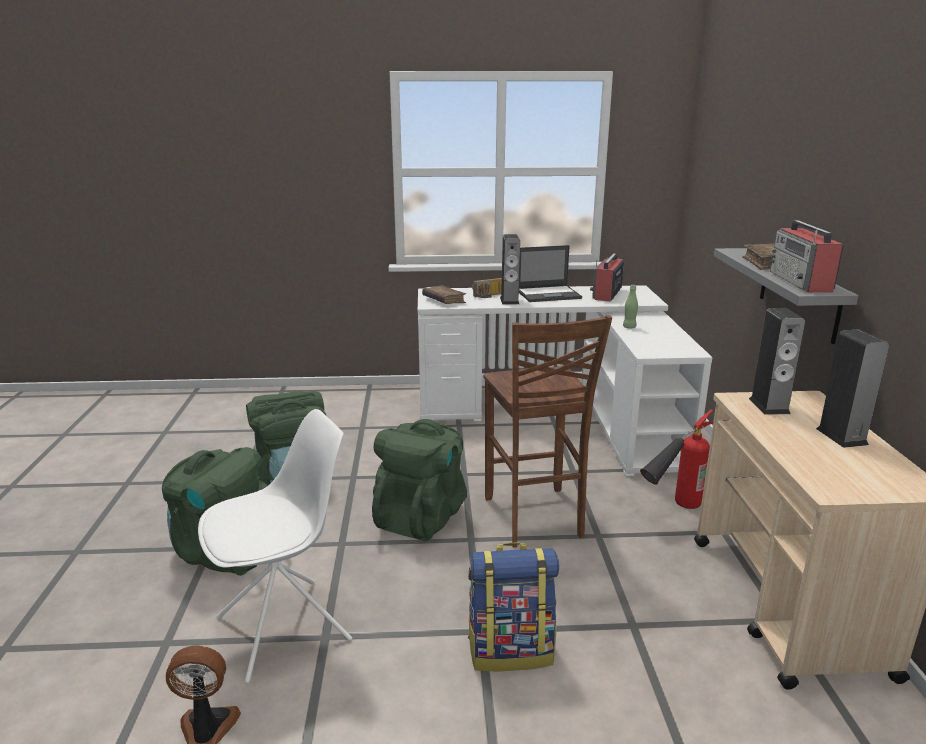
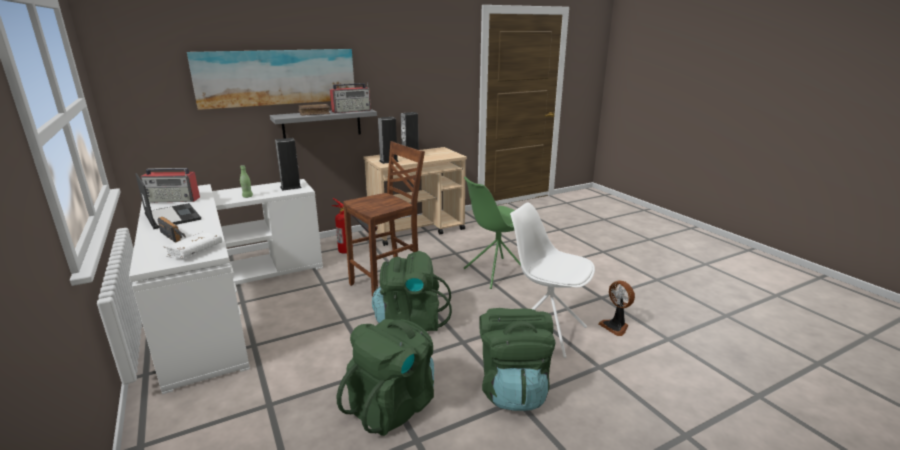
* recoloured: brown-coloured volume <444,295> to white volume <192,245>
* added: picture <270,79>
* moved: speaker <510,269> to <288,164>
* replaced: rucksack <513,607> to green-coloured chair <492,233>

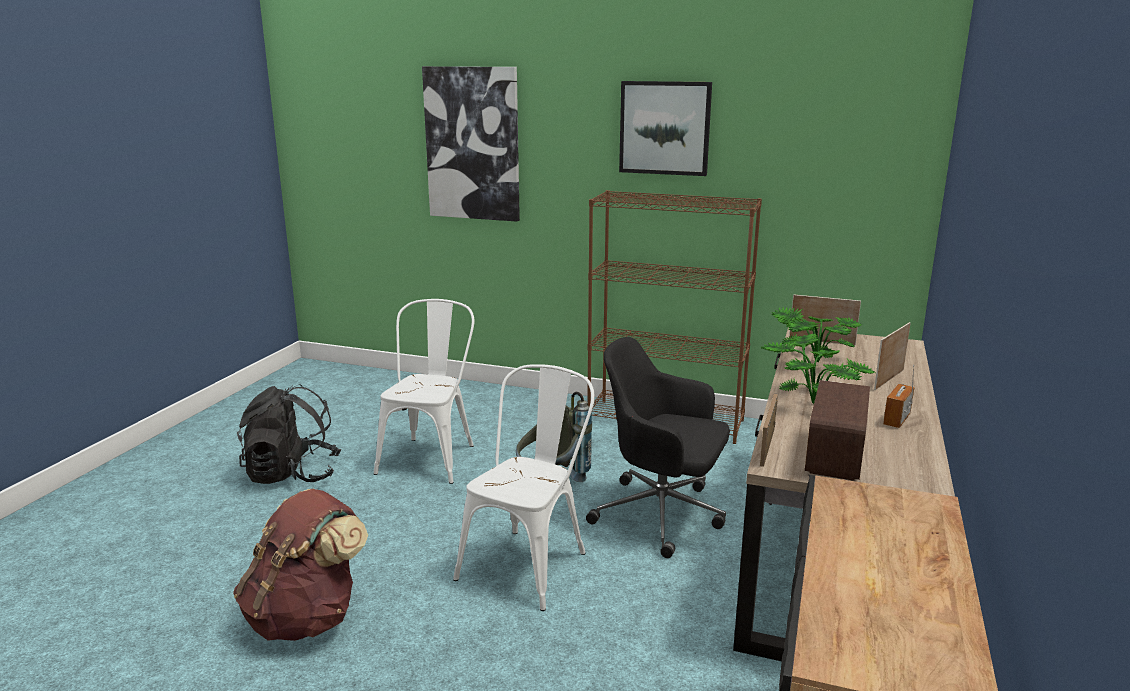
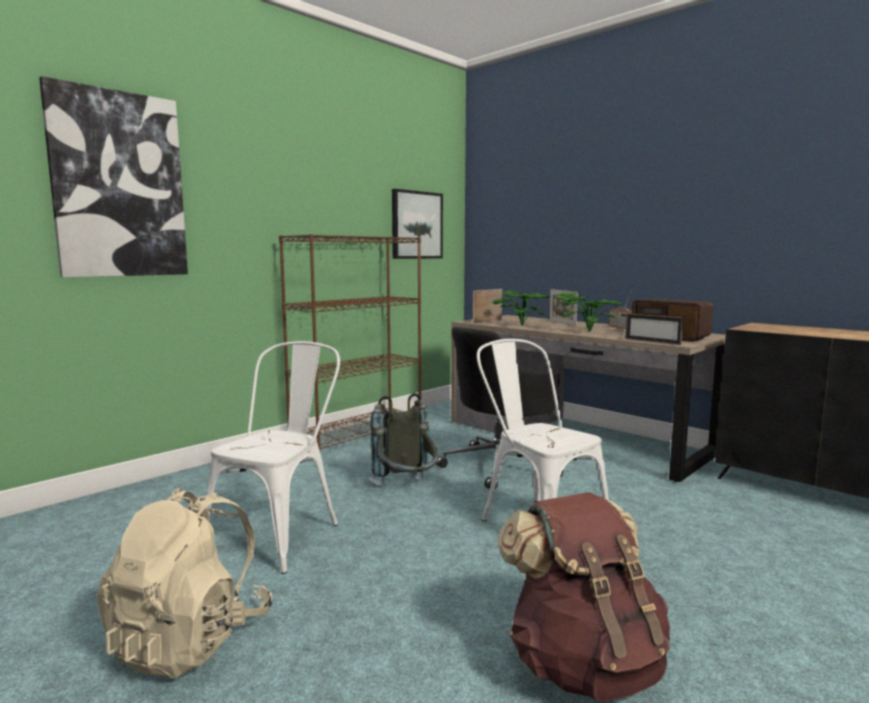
* recoloured: blackish rucksack <289,434> to beige rucksack <184,582>
* turned: white chair <424,391> = <273,457> 75 degrees clockwise
* moved: picture <665,128> to <417,224>

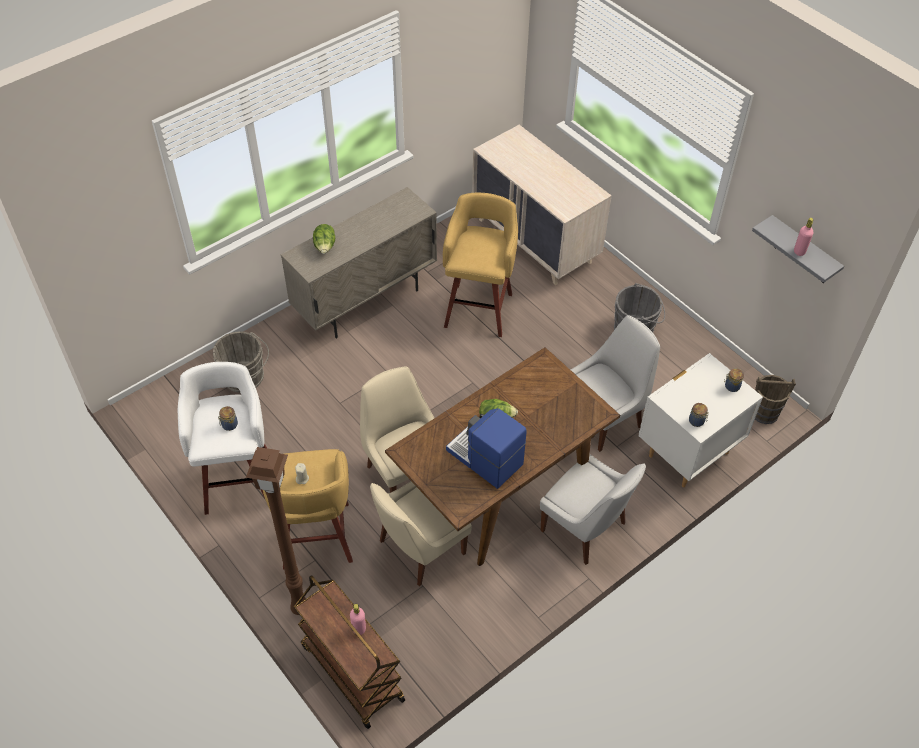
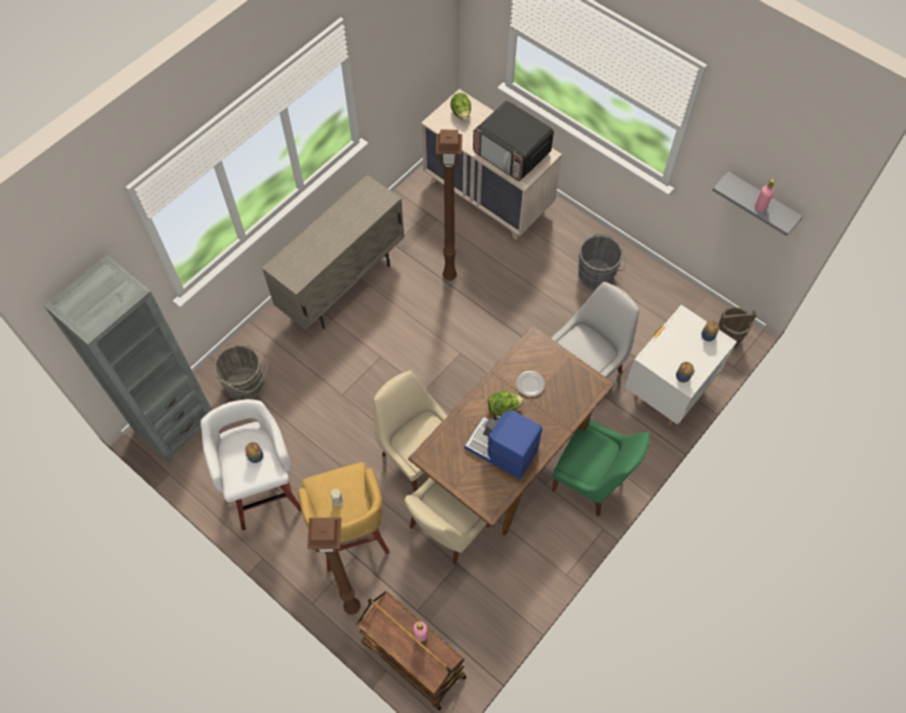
* added: grey shelving unit <128,359>
* replaced: yellowish stool seat <480,265> to brown-coloured standard lamp <449,205>
* moved: lettuce head <324,239> to <460,106>
* added: microwave oven <513,141>
* added: flat dish <530,384>
* recoloured: white chair <593,509> to green-coloured chair <601,468>

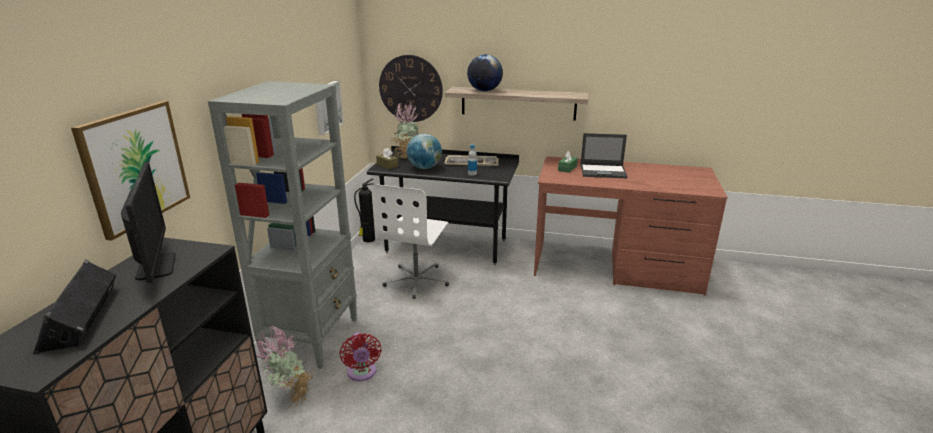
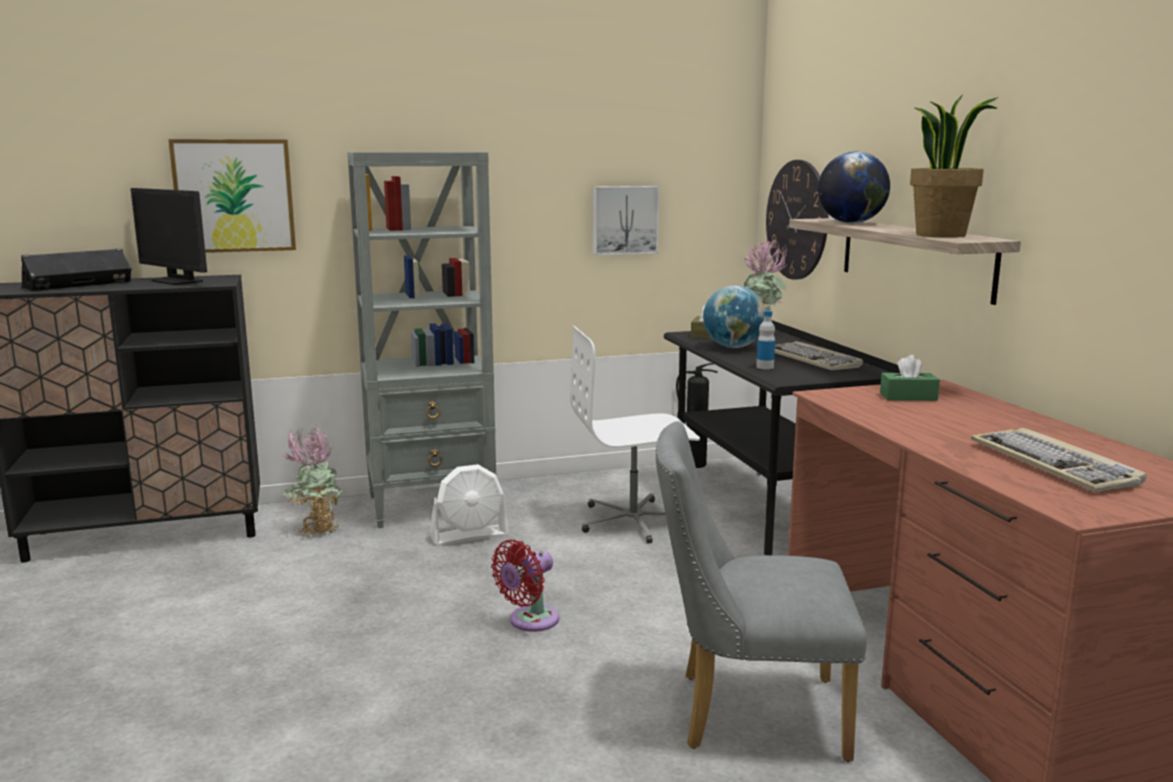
* turned: computer display <148,222> = <169,236> 90 degrees clockwise
* added: white electric fan <469,505>
* moved: red-coloured electric fan <360,356> to <525,585>
* added: grey chair <761,591>
* added: potted plant <954,166>
* added: keyboard <1058,460>
* removed: notebook computer <604,155>

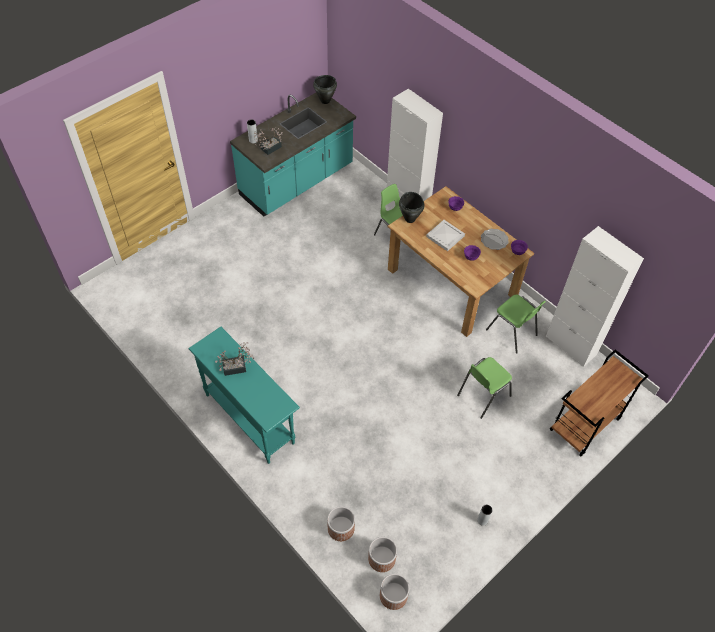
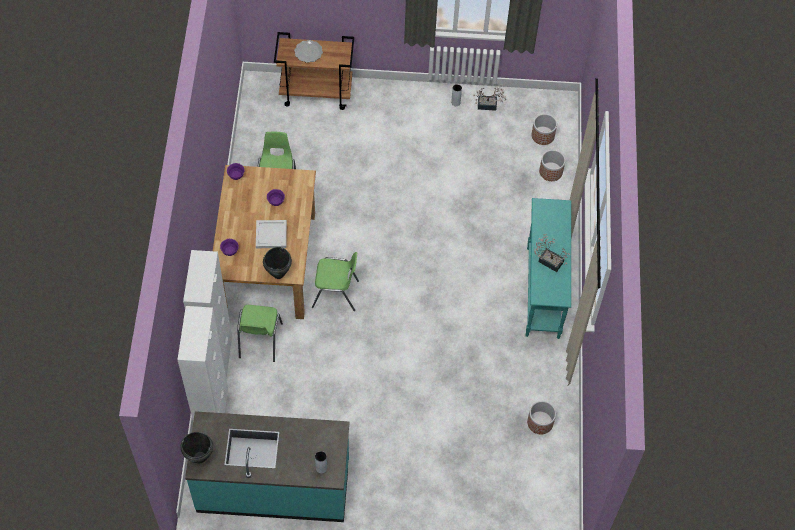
* moved: white cabinet <595,296> to <202,363>
* moved: flat dish <495,239> to <308,51>
* moved: green-coloured chair <484,388> to <335,281>
* moved: potted plant <268,141> to <489,97>
* moved: planter <394,592> to <541,418>

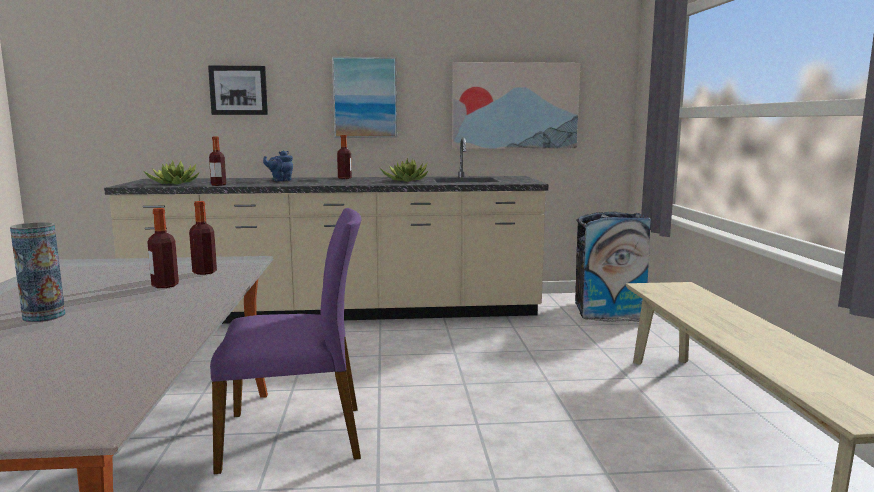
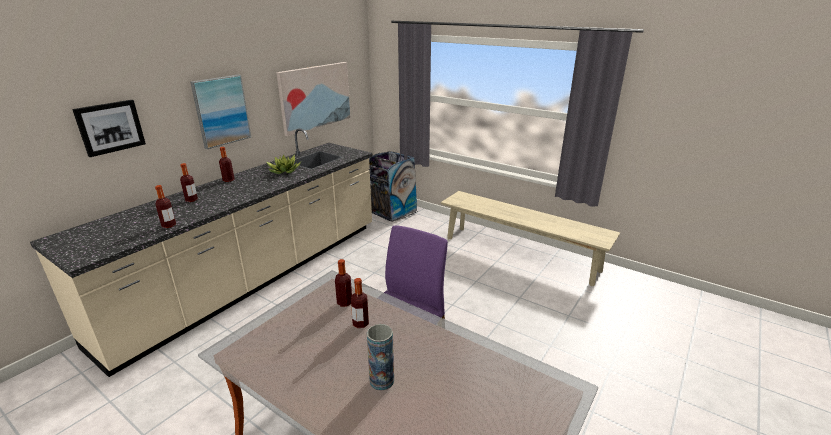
* replaced: bluish tea pot <278,166> to drink bottle <189,182>
* removed: potted plant <172,172>

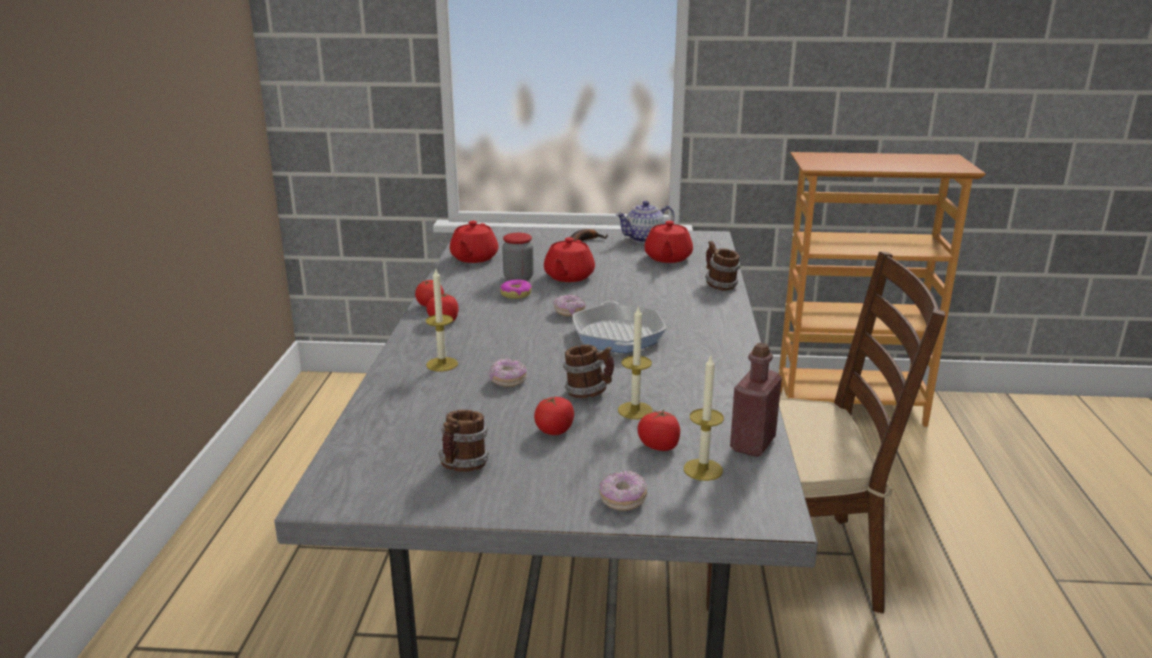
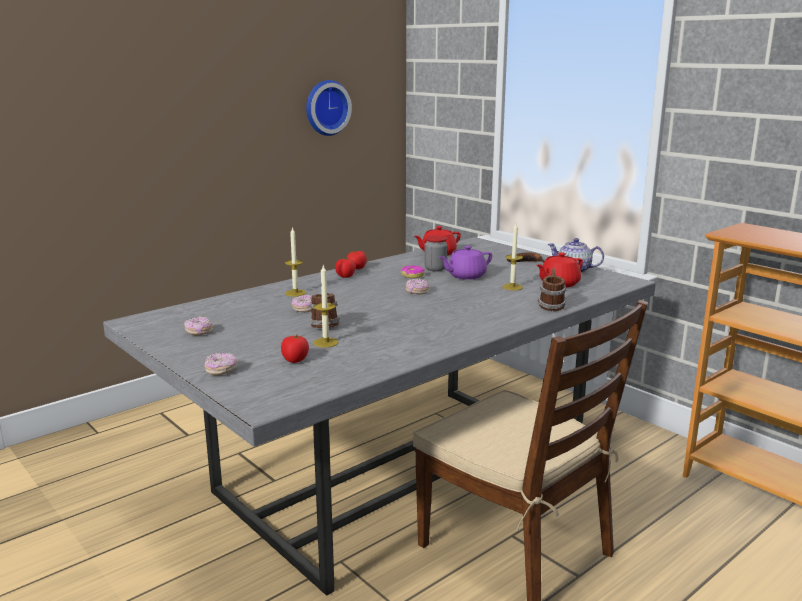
* replaced: tea mug <463,441> to ring doughnut <198,325>
* added: hanging clock <329,108>
* recoloured: red-coloured tea pot <569,259> to purple-coloured tea pot <465,263>
* moved: candle <704,418> to <512,257>
* removed: tomato <554,415>
* removed: frying pan <619,327>
* removed: red-coloured drink bottle <756,400>

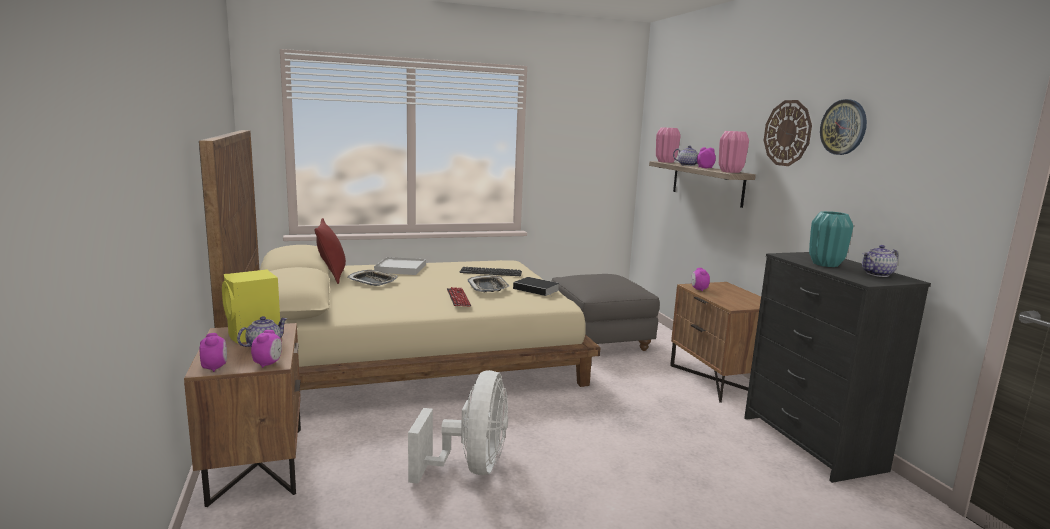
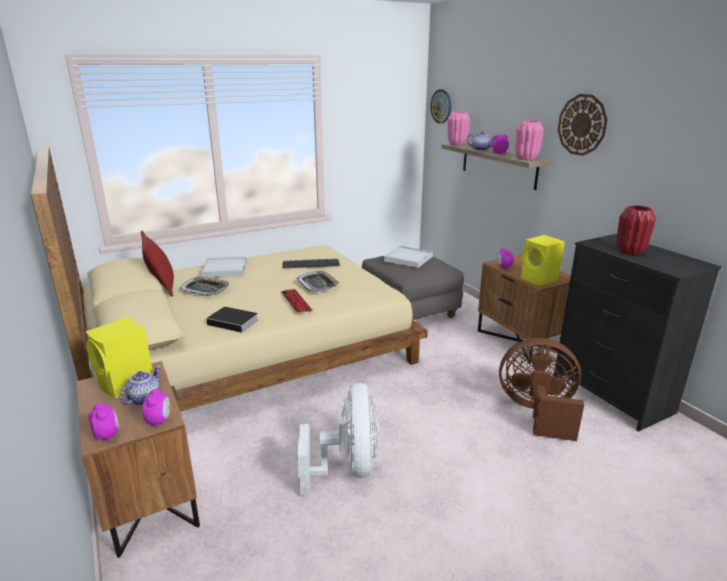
* moved: volume <536,287> to <232,320>
* added: white serving tray <408,257>
* moved: hanging clock <843,127> to <441,106>
* added: brown-coloured electric fan <541,389>
* added: yellowish speaker <543,260>
* recoloured: turquoise-coloured vase <831,239> to red-coloured vase <636,230>
* removed: tea pot <880,261>

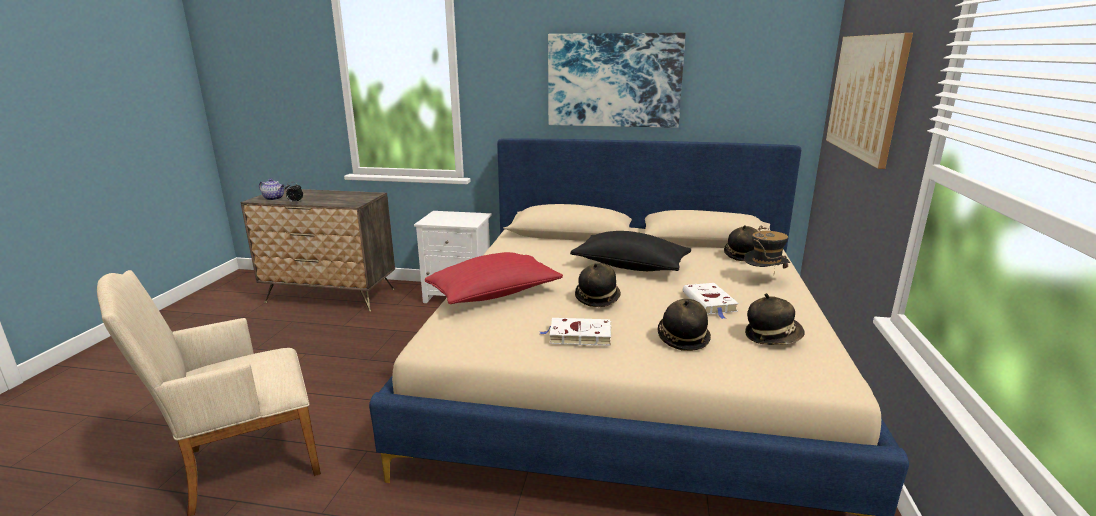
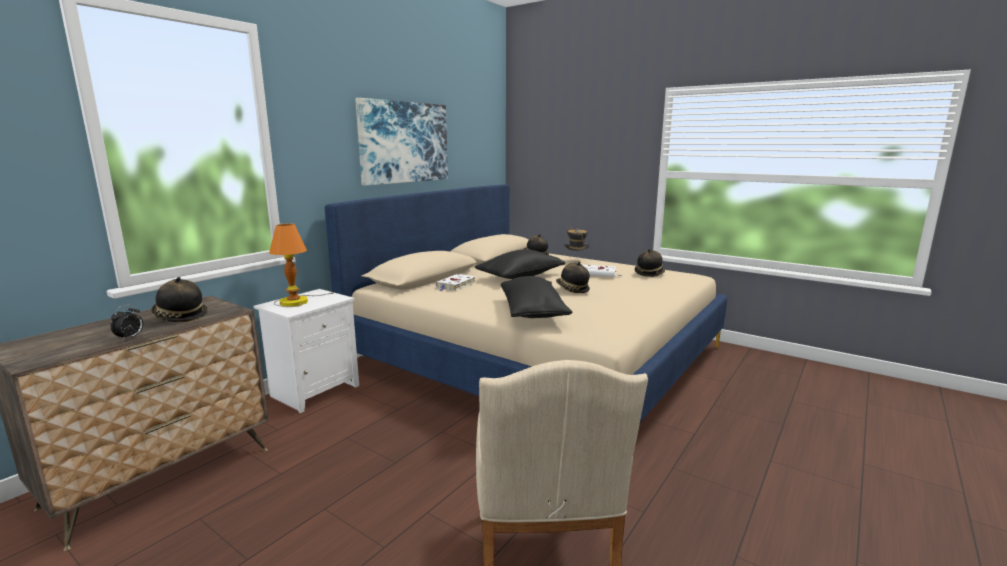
* moved: hat <684,325> to <179,299>
* added: table lamp <301,265>
* moved: white volume <575,332> to <456,282>
* recoloured: red-coloured cushion <494,278> to blackish cushion <536,297>
* removed: tea pot <272,189>
* removed: picture <869,101>

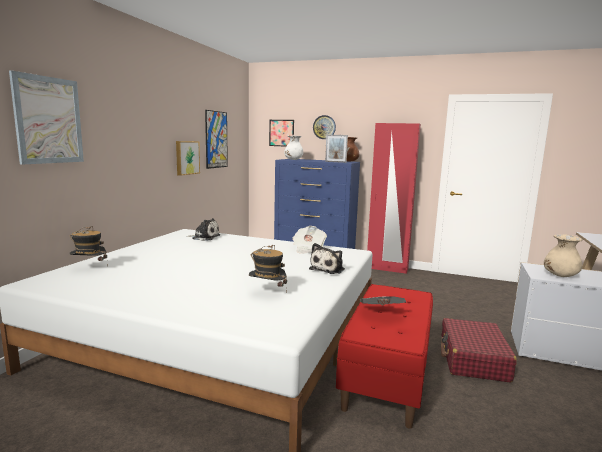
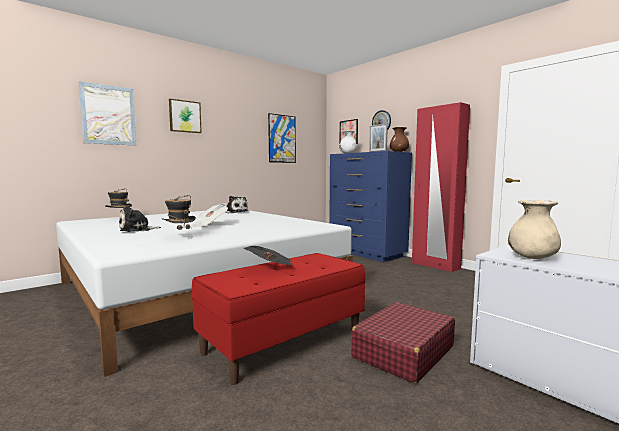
* moved: soft toy <327,258> to <140,218>
* moved: picture <188,158> to <185,116>
* moved: newspaper <309,240> to <209,215>

